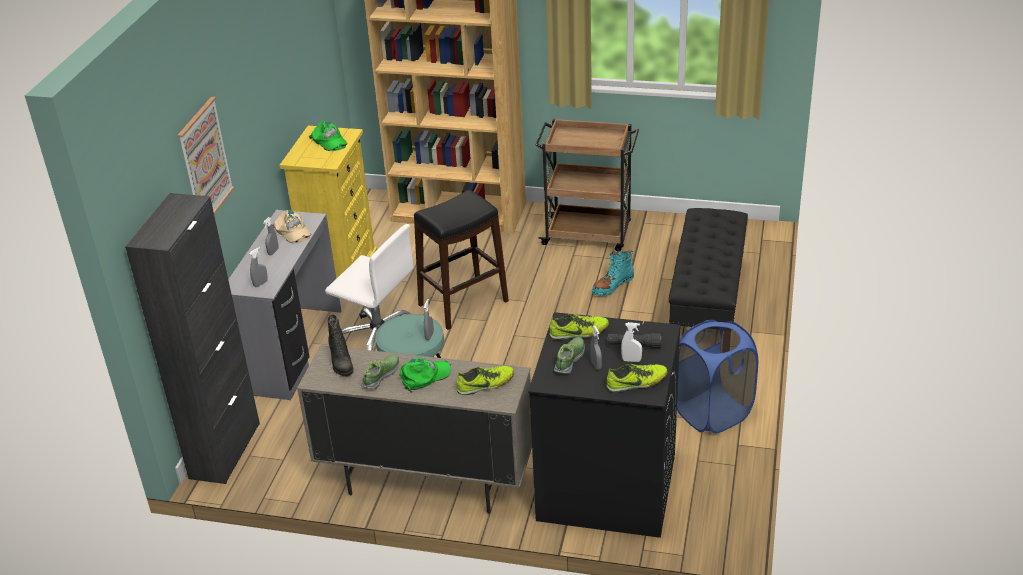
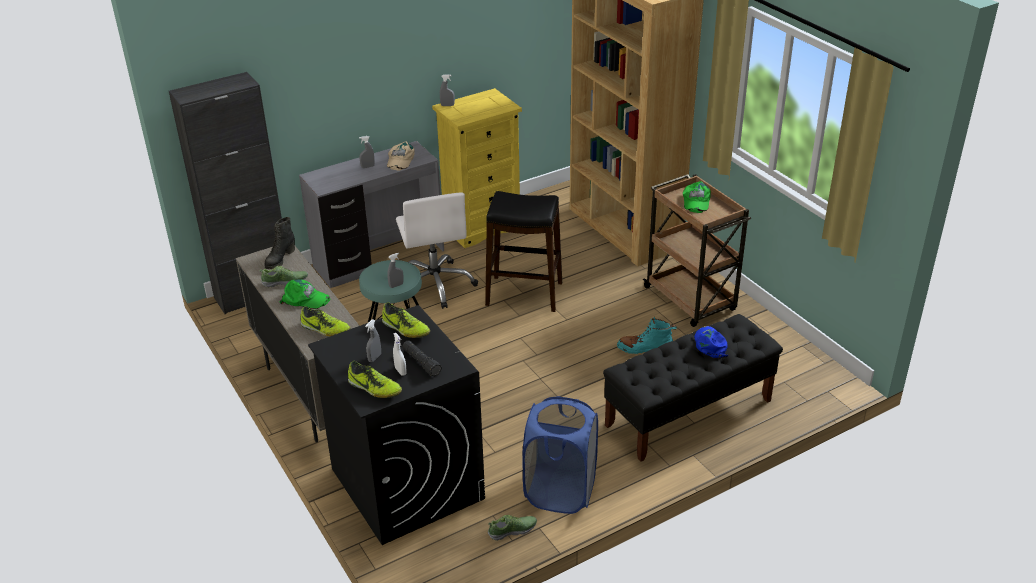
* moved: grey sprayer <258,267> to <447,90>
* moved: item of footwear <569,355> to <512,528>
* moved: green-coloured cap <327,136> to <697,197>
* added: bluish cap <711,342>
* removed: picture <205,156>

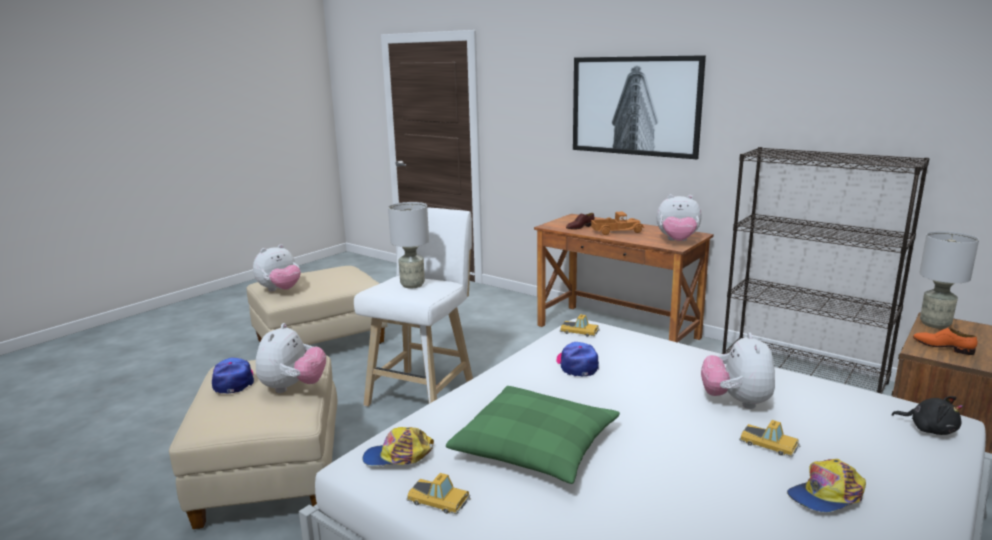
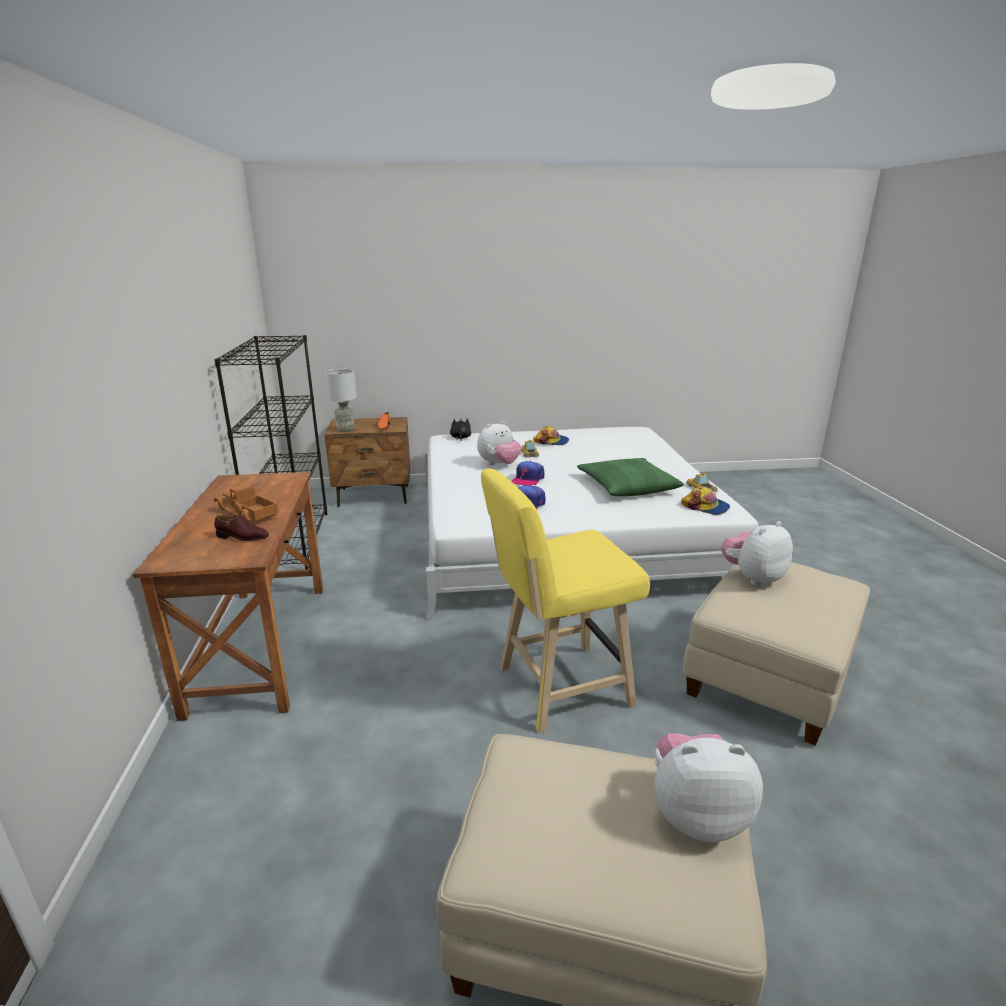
* recoloured: white stool seat <413,307> to yellowish stool seat <565,600>
* moved: cap <233,376> to <527,473>
* removed: grey table lamp <408,245>
* removed: miniature car <580,325>
* removed: picture <639,107>
* removed: soft toy <679,217>

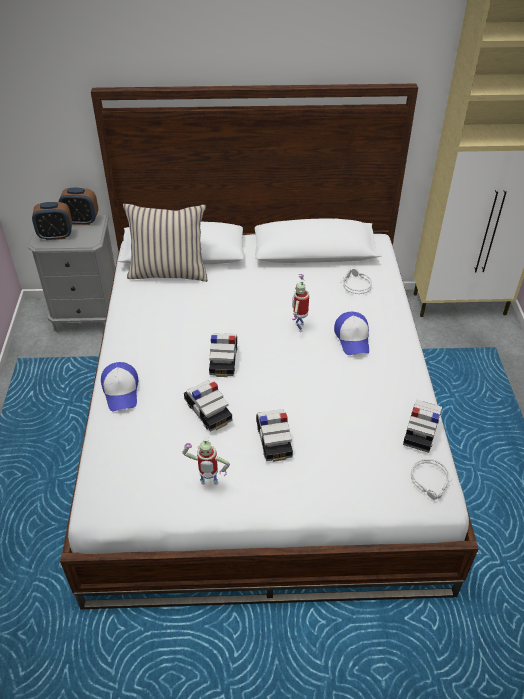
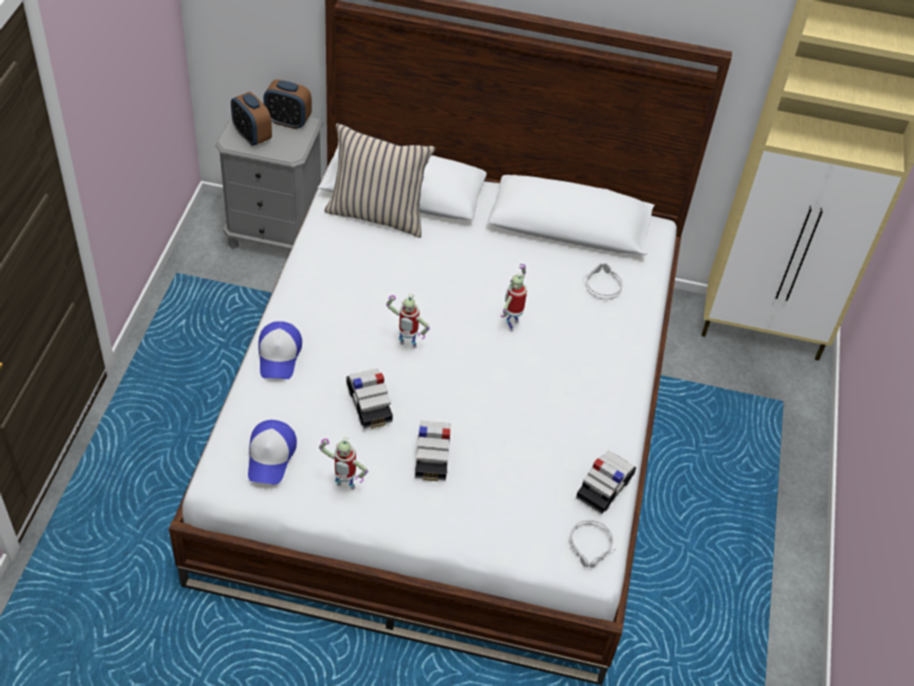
* turned: bedside clock <52,221> = <251,119> 45 degrees clockwise
* moved: cap <351,333> to <272,452>
* replaced: miniature car <223,355> to model robot <408,320>

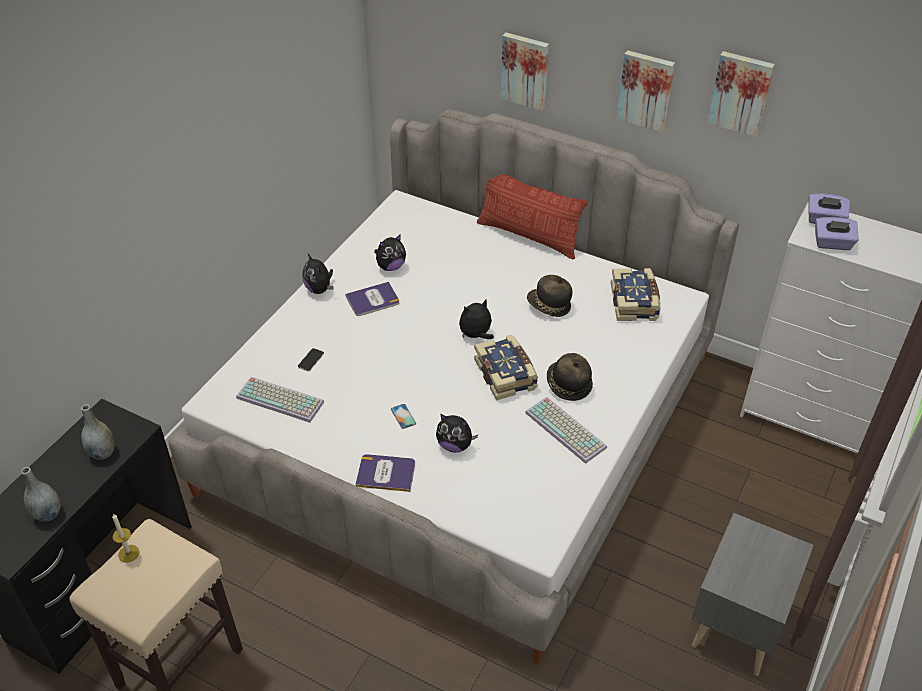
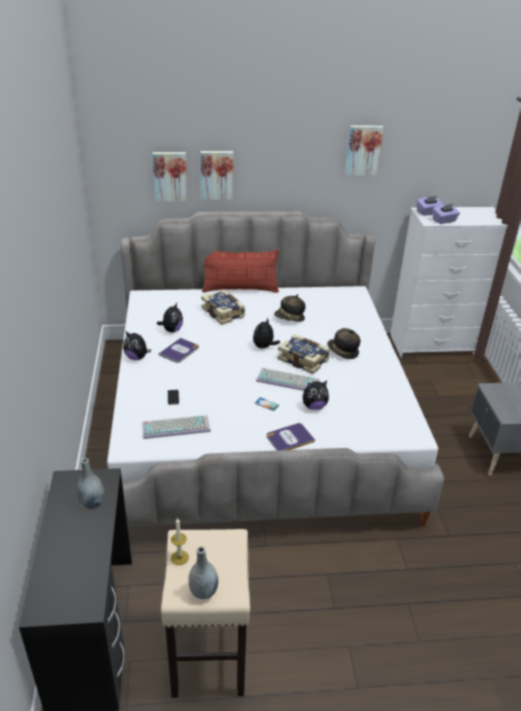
* moved: picture <646,91> to <170,176>
* moved: grey vase <40,494> to <203,572>
* moved: volume <636,294> to <223,307>
* moved: keyboard <566,430> to <287,379>

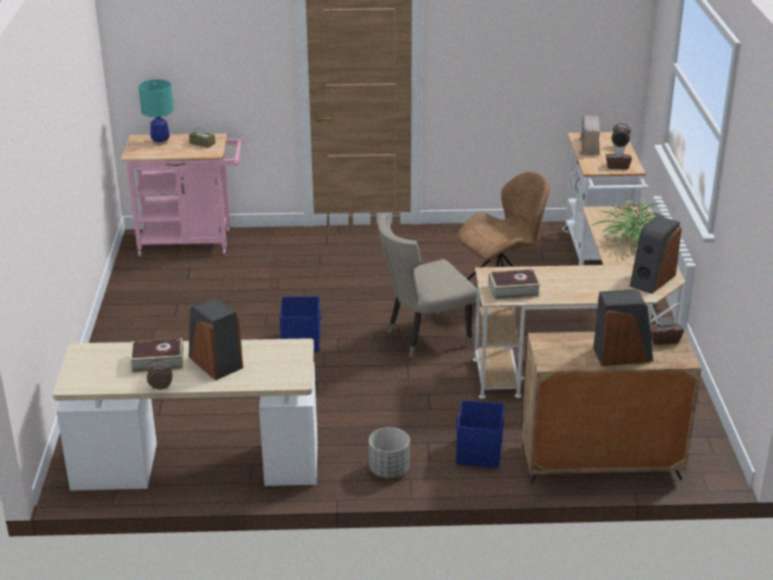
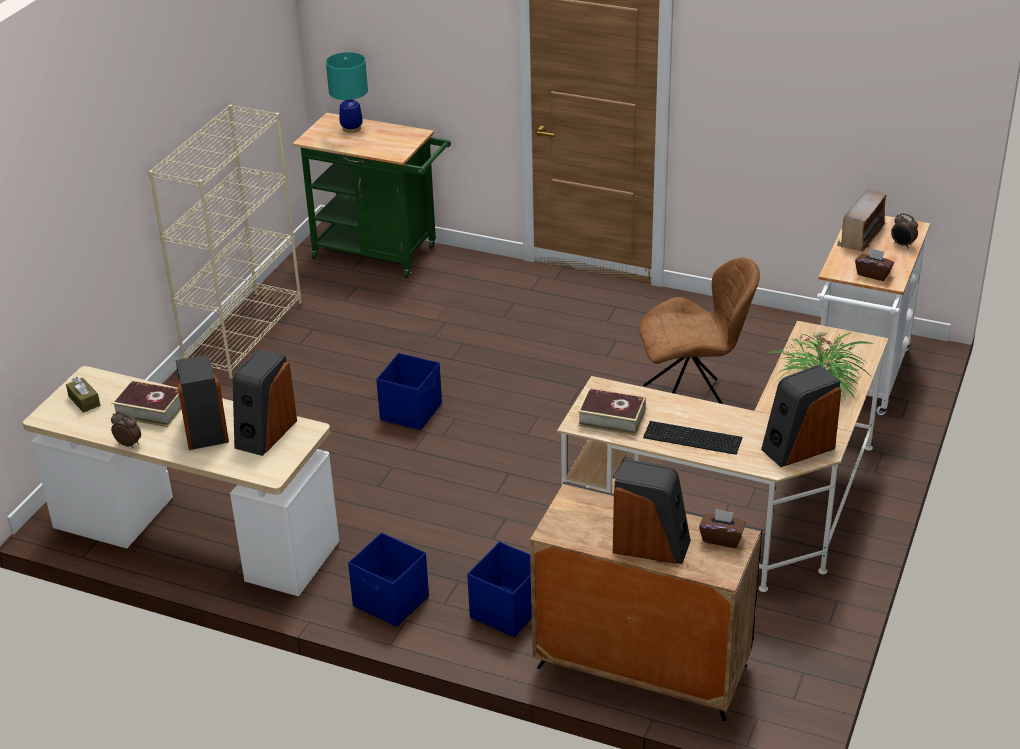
* moved: brown-coloured box of tissues <202,137> to <83,395>
* added: beige shelving unit <225,242>
* added: speaker <265,402>
* recoloured: pinkish trolley <182,194> to green-coloured trolley <372,195>
* replaced: grey planter <389,452> to bluish storage box <388,580>
* added: keyboard <692,438>
* removed: beige chair <427,286>

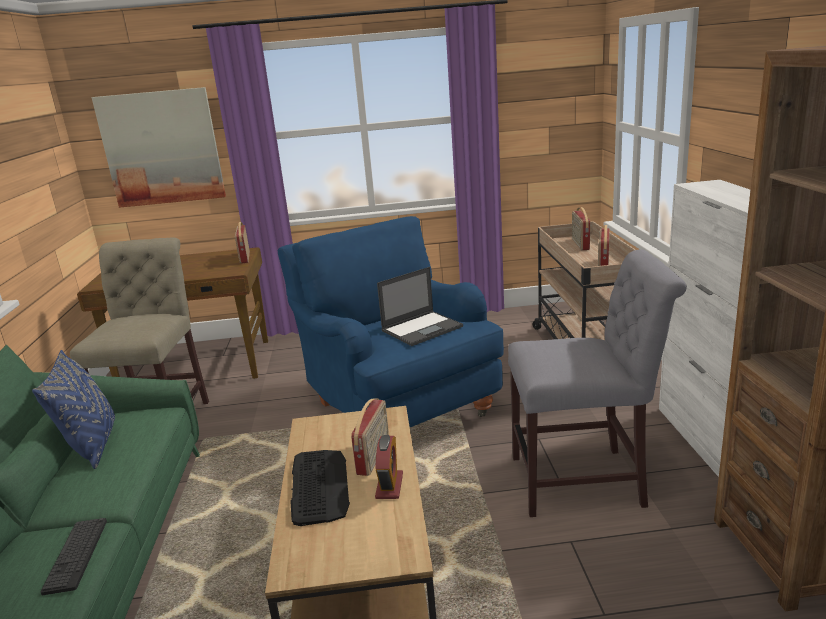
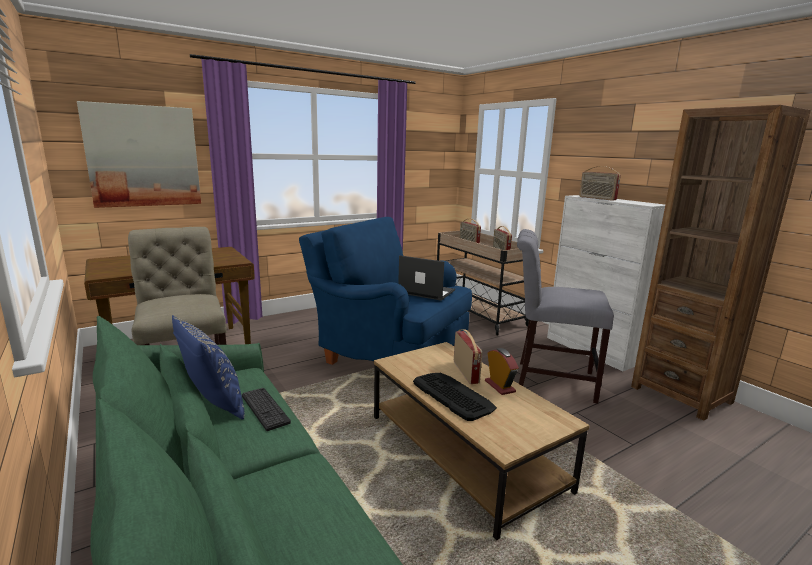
* moved: keyboard <73,556> to <266,409>
* turned: notebook computer <420,306> = <426,278> 90 degrees counterclockwise
* turned: grey chair <597,383> = <565,316> 135 degrees counterclockwise
* moved: radio receiver <242,242> to <600,183>

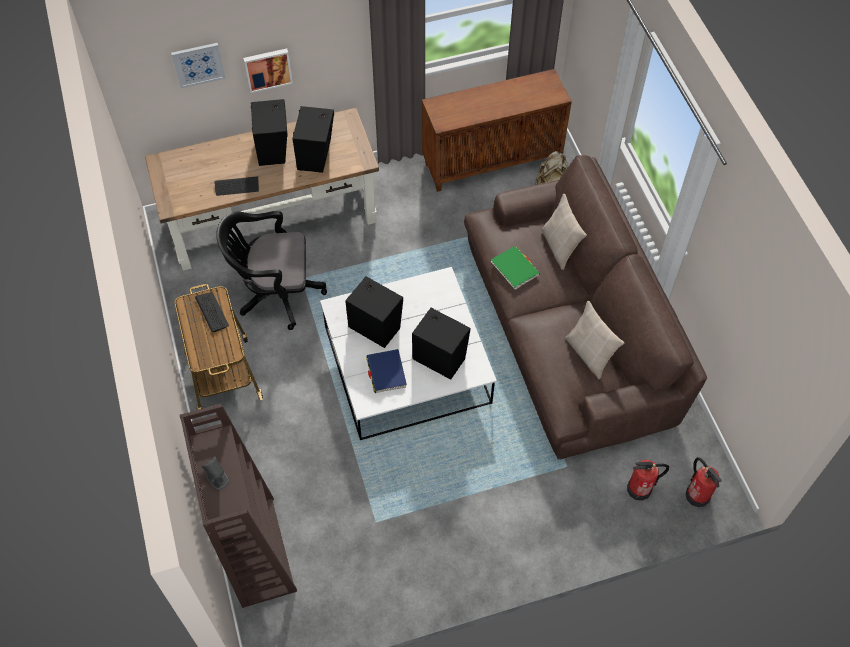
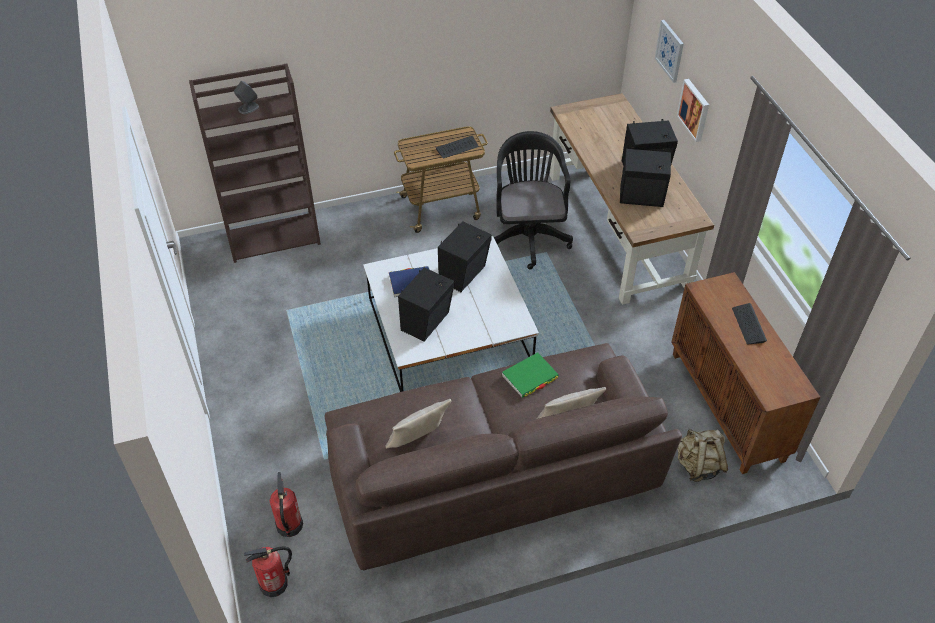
* moved: keyboard <236,186> to <749,323>

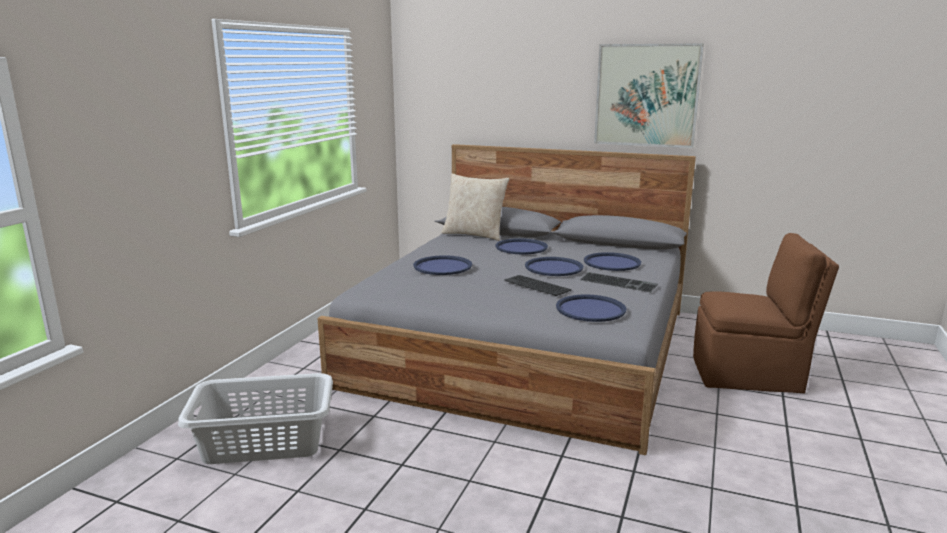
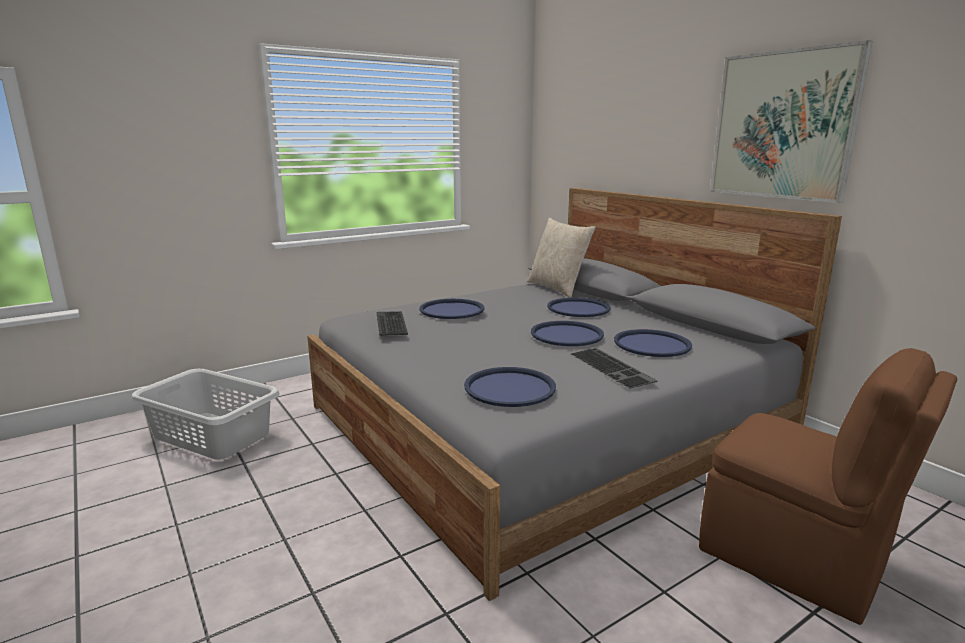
* moved: keyboard <537,285> to <392,323>

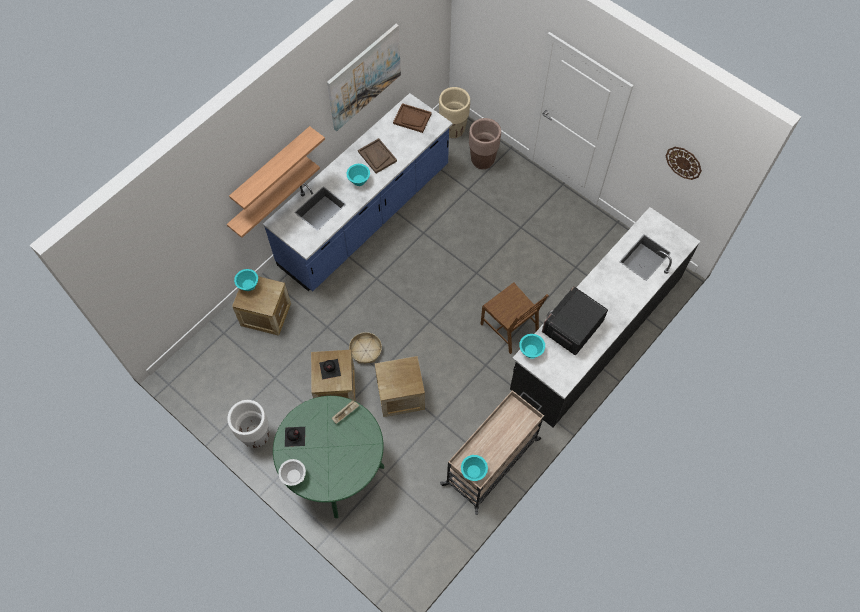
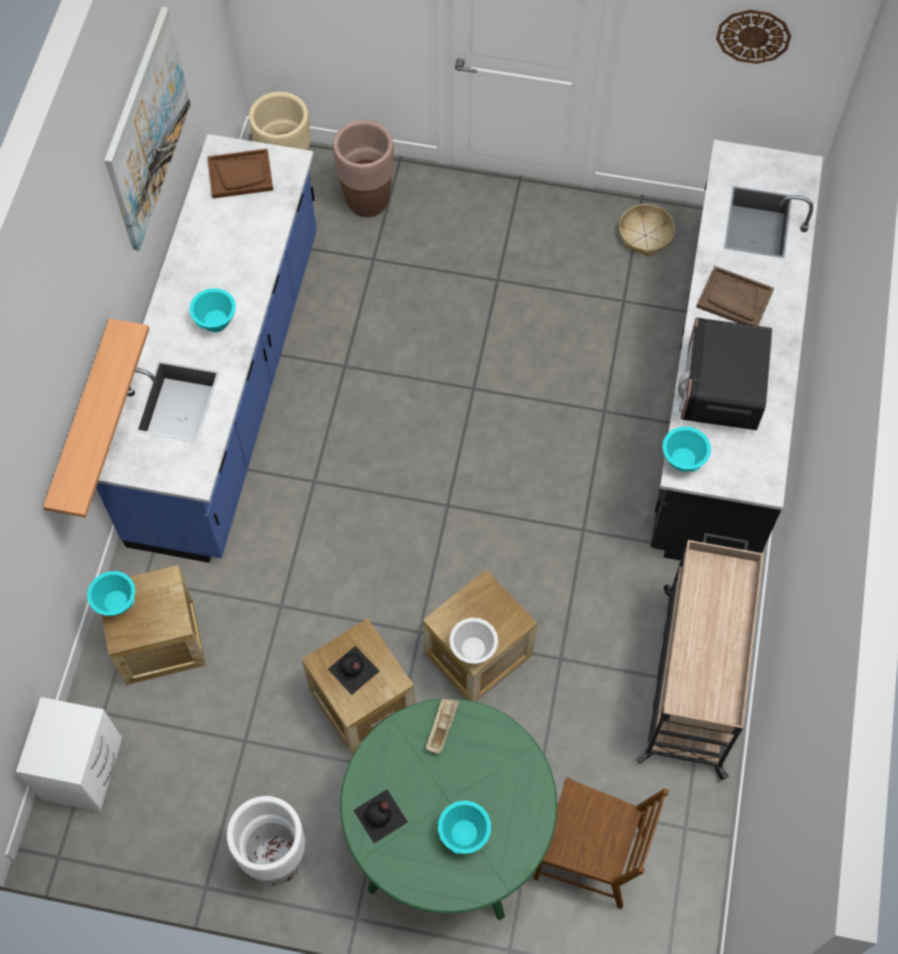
* added: white bedside table <69,754>
* moved: turquoise-coloured serving bowl <474,468> to <464,827>
* moved: white serving bowl <292,472> to <473,641>
* moved: brown-coloured chair <515,318> to <601,843>
* moved: storage basket <365,347> to <647,230>
* moved: brown-coloured serving tray <377,155> to <735,296>
* removed: shelf <277,168>

